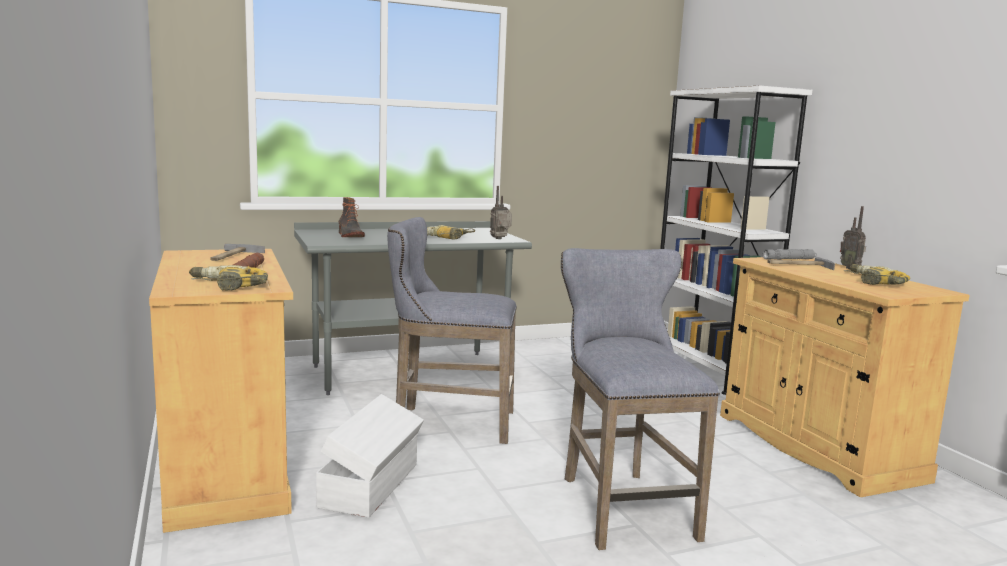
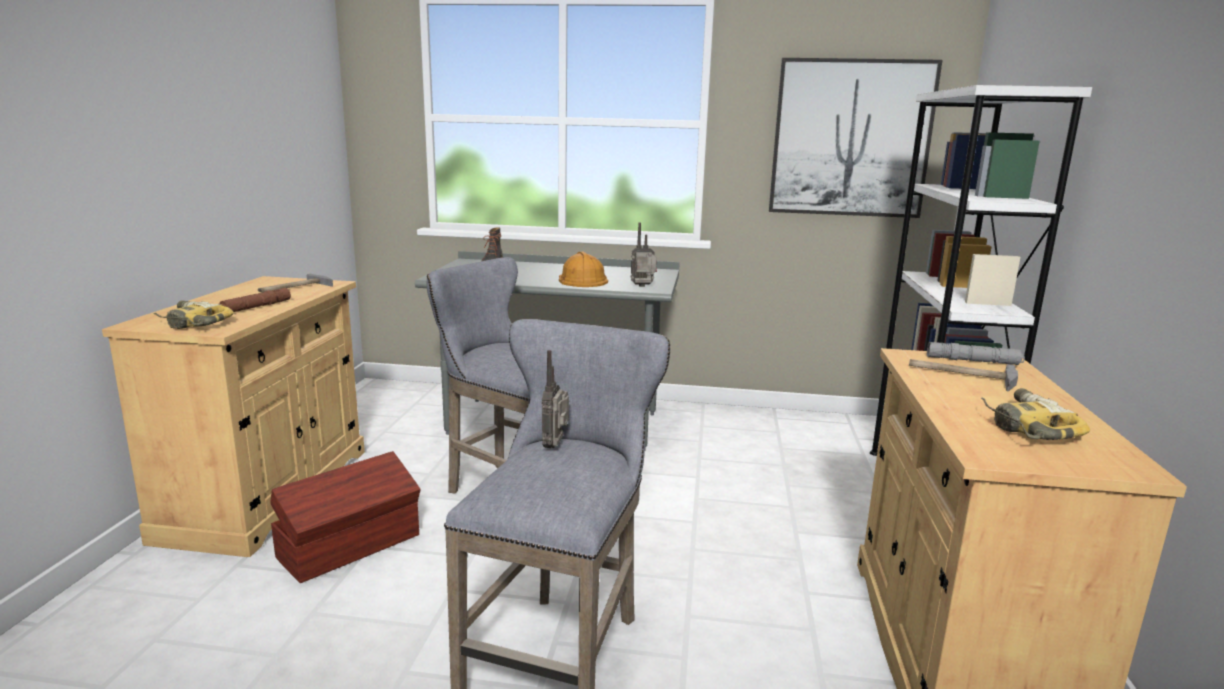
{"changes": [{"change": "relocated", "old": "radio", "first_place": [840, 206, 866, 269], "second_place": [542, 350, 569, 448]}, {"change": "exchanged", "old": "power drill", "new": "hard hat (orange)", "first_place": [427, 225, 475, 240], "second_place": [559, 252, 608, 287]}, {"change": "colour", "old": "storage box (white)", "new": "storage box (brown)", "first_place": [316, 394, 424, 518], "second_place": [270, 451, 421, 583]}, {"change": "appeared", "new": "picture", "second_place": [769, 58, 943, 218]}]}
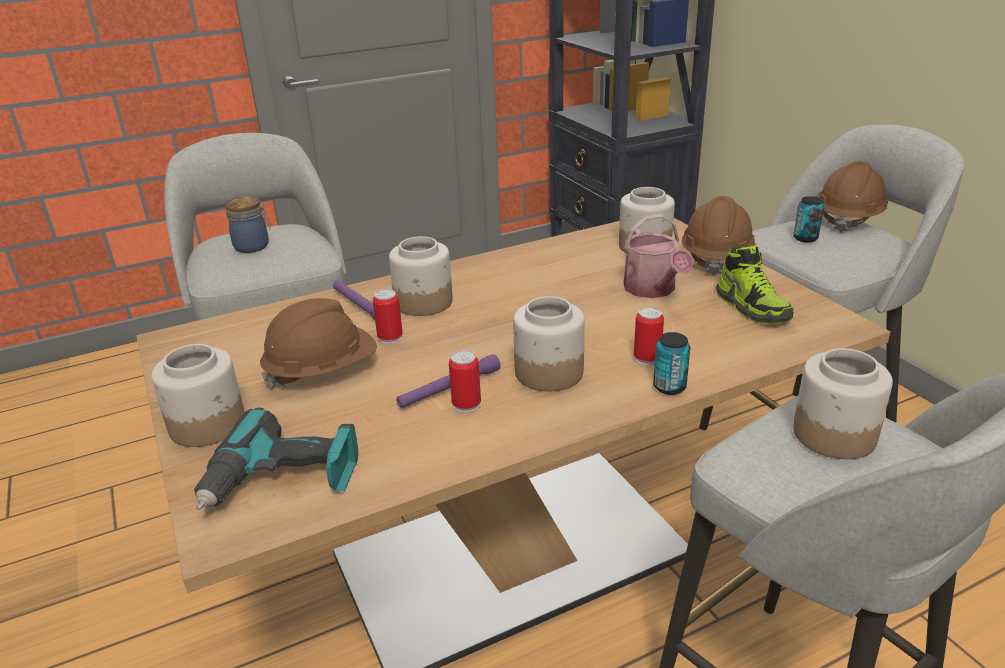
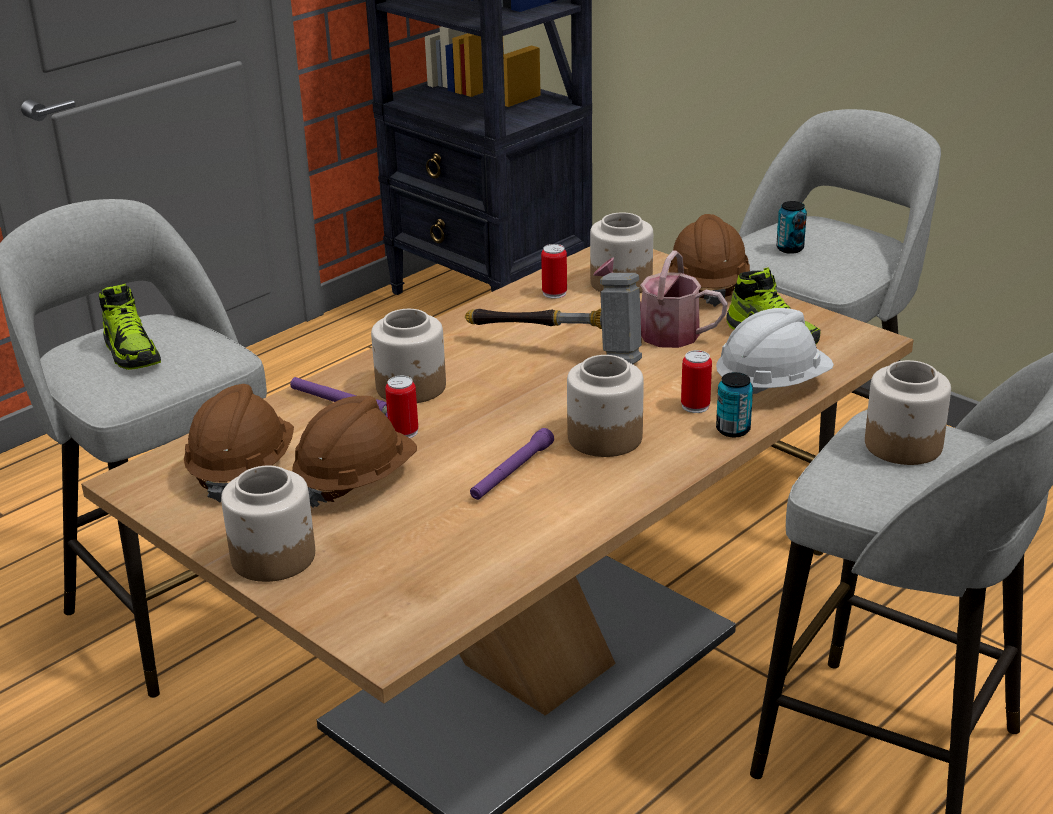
{"changes": [{"change": "relocated", "old": "hard hat (brown)", "first_place": [818, 161, 888, 233], "second_place": [184, 384, 294, 502]}, {"change": "exchanged", "old": "jar", "new": "shoe", "first_place": [225, 196, 271, 253], "second_place": [99, 283, 161, 370]}, {"change": "spun", "old": "watering can", "first_place": [624, 214, 694, 298], "second_place": [593, 250, 728, 348], "degrees": 150}, {"change": "relocated", "old": "can", "first_place": [449, 350, 481, 413], "second_place": [541, 244, 567, 299]}, {"change": "missing", "old": "power drill", "first_place": [194, 407, 358, 510]}, {"change": "appeared", "new": "hammer", "second_place": [465, 273, 642, 364]}, {"change": "appeared", "new": "hard hat (white)", "second_place": [716, 308, 834, 394]}]}
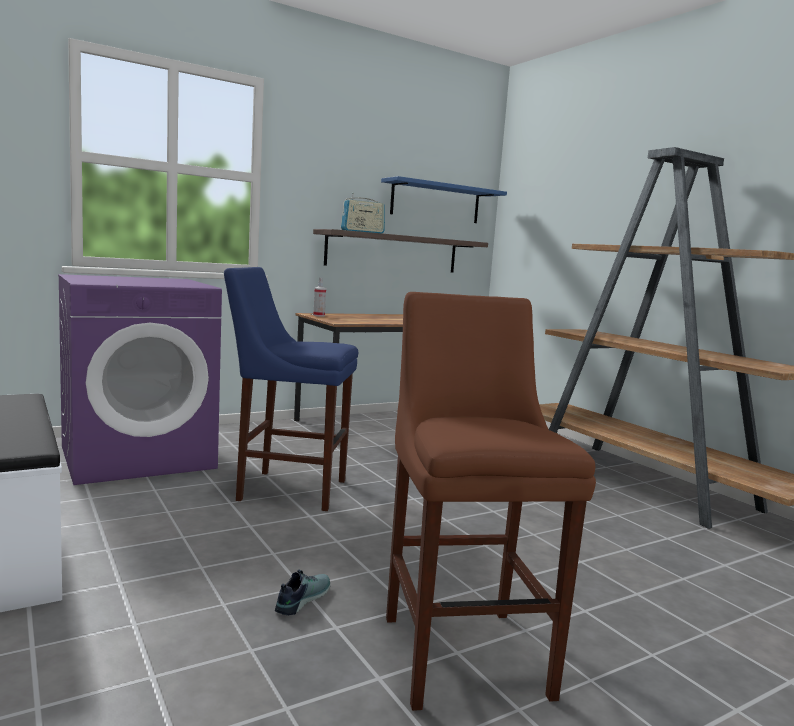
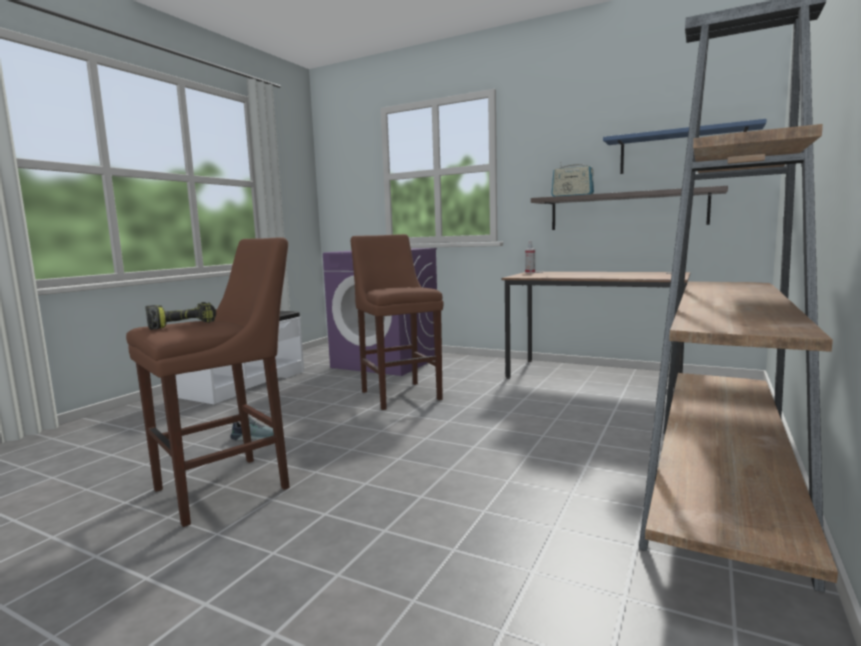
{"changes": [{"change": "colour", "old": "stool (blue)", "new": "stool (brown)", "first_place": [224, 267, 358, 511], "second_place": [351, 234, 444, 410]}, {"change": "appeared", "new": "power drill", "second_place": [145, 302, 216, 330]}]}
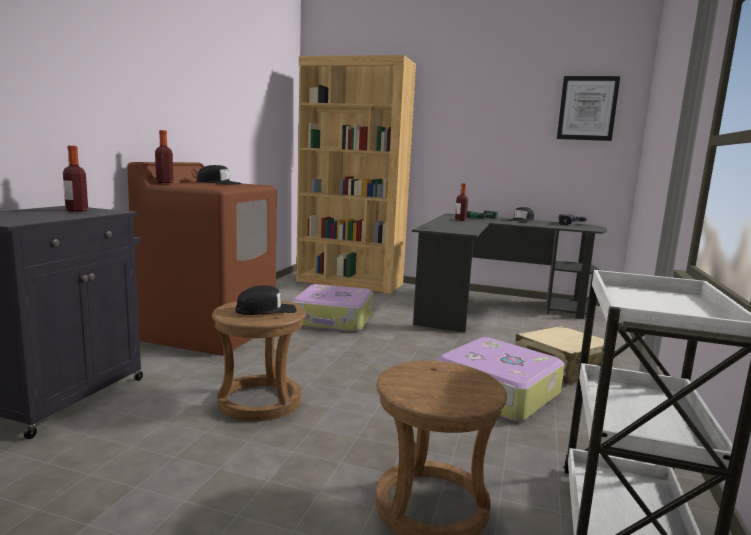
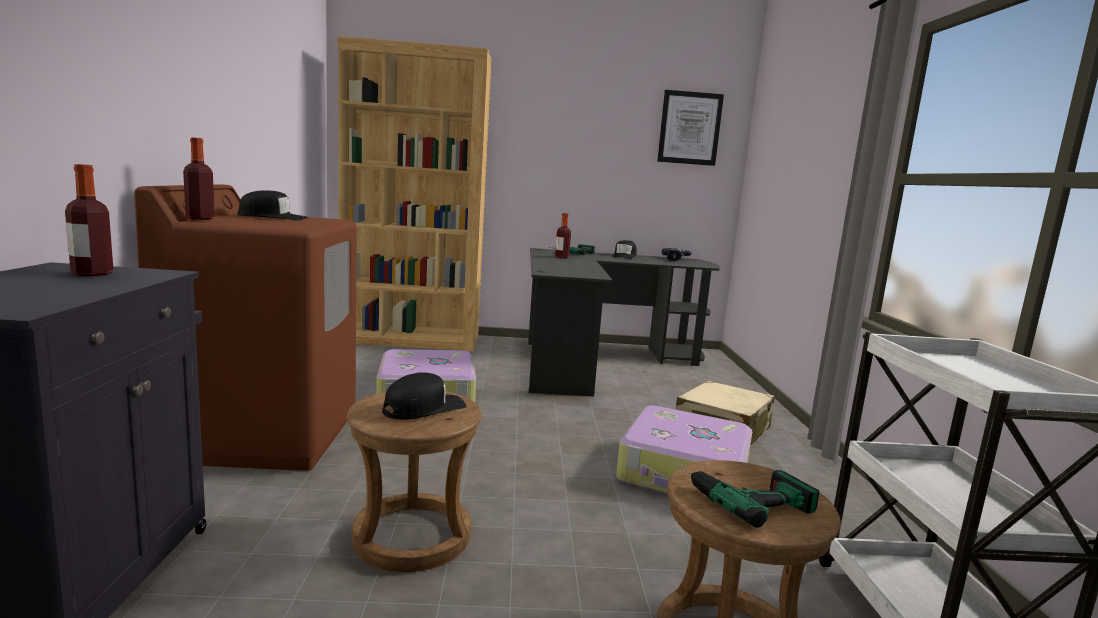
{"changes": [{"change": "appeared", "new": "power drill", "second_place": [679, 466, 820, 528]}]}
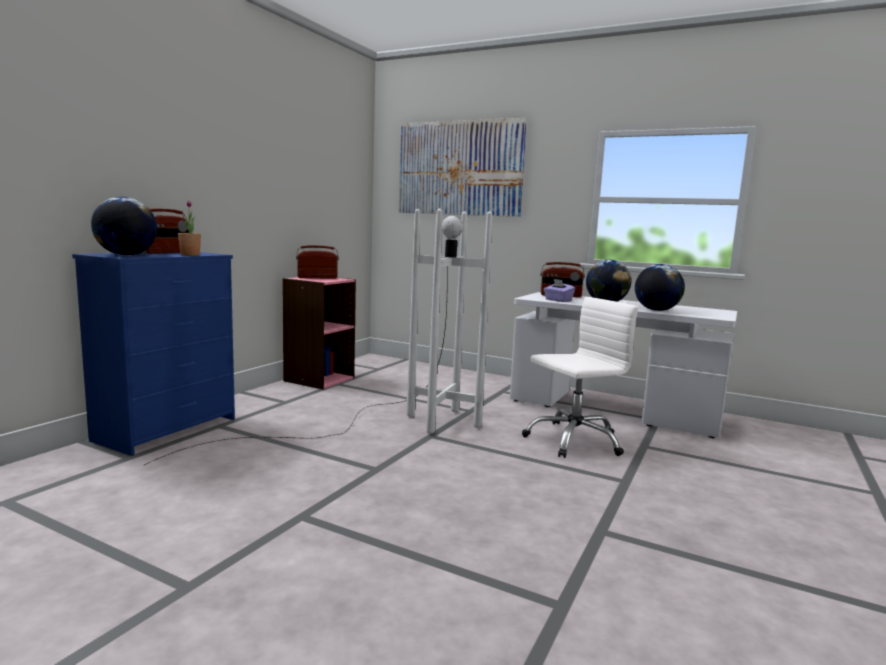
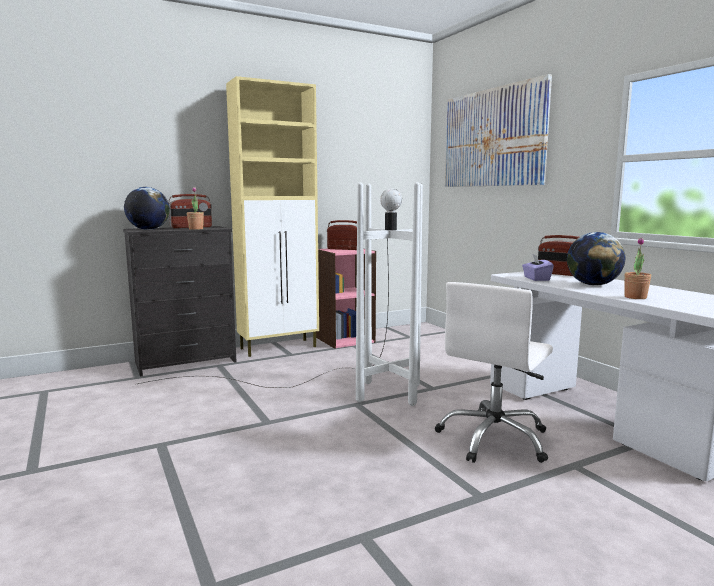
{"changes": [{"change": "colour", "old": "dresser (blue)", "new": "dresser (black)", "first_place": [72, 252, 235, 456], "second_place": [123, 226, 236, 377]}, {"change": "exchanged", "old": "globe", "new": "potted plant", "first_place": [635, 264, 685, 311], "second_place": [624, 237, 652, 299]}, {"change": "spun", "old": "office chair (white)", "first_place": [522, 297, 638, 458], "second_place": [435, 282, 553, 463], "degrees": 120}, {"change": "appeared", "new": "cabinet (beige)", "second_place": [226, 76, 319, 357]}]}
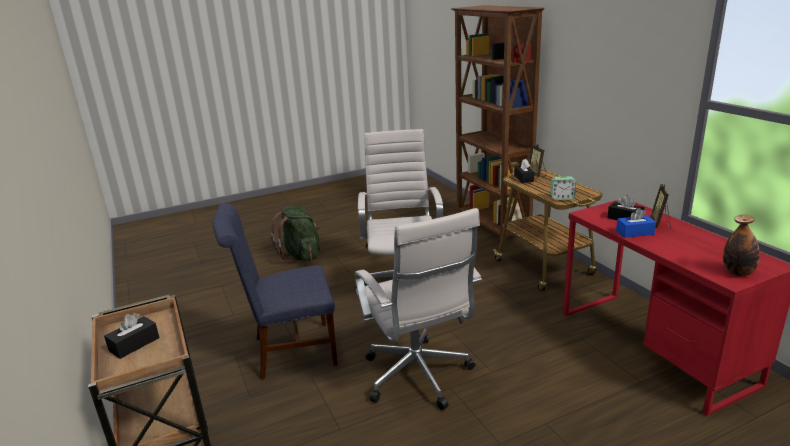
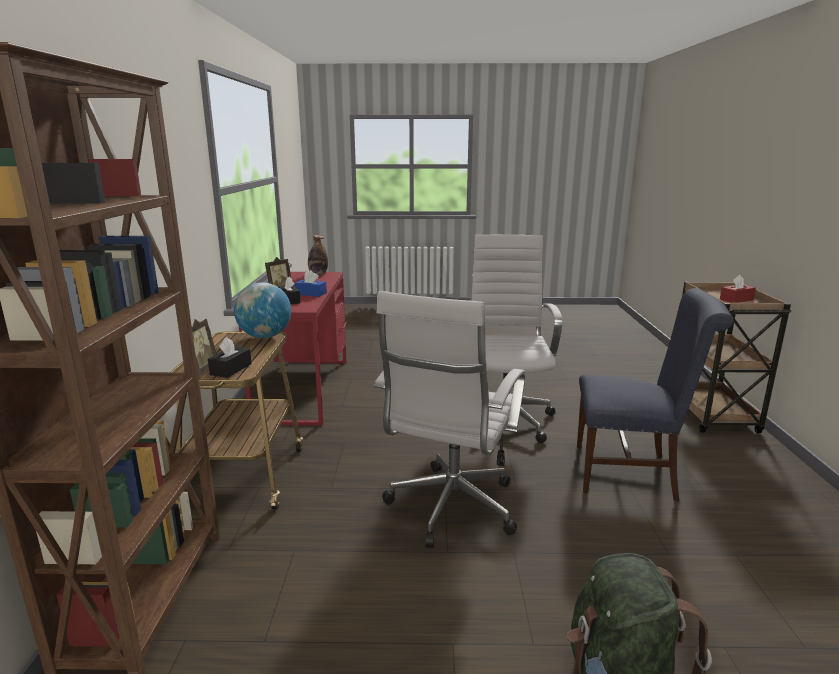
{"changes": [{"change": "exchanged", "old": "alarm clock", "new": "globe", "first_place": [550, 177, 576, 200], "second_place": [234, 282, 291, 338]}, {"change": "colour", "old": "tissue box (black)", "new": "tissue box (red)", "first_place": [104, 313, 159, 359], "second_place": [720, 275, 756, 303]}]}
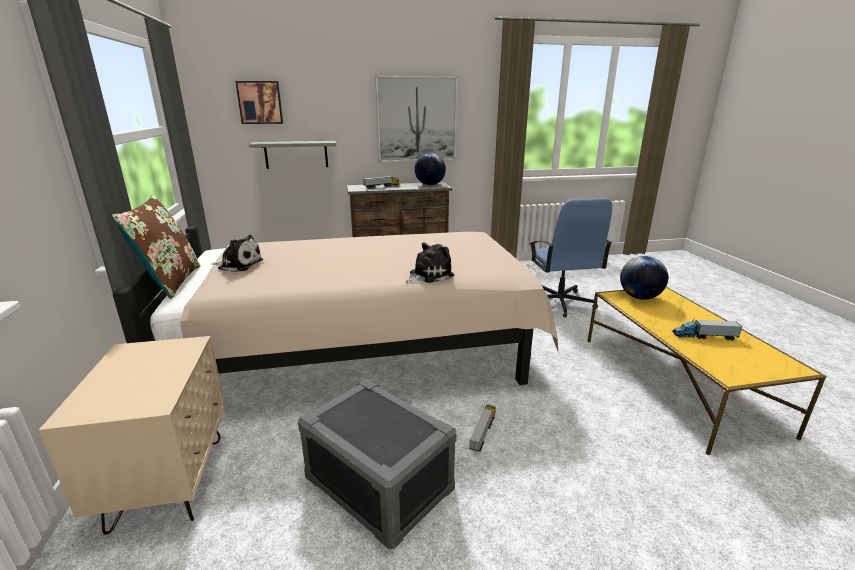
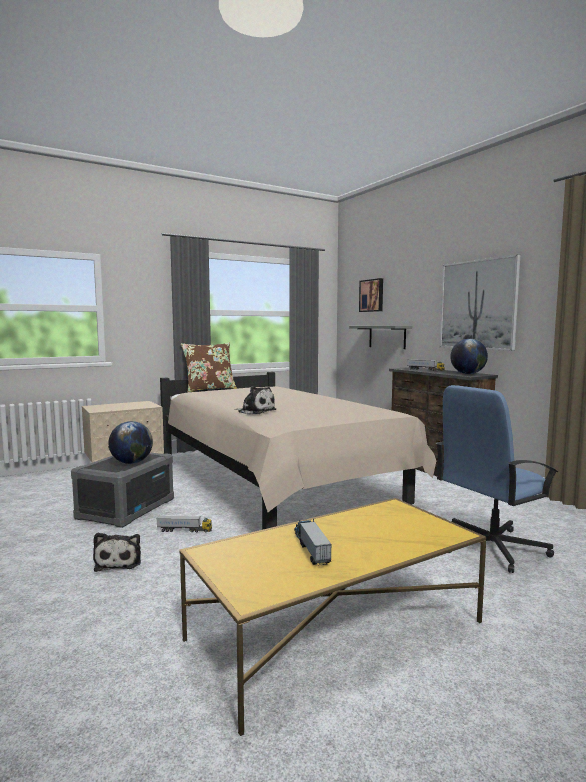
{"changes": [{"change": "relocated", "old": "plush toy", "first_place": [211, 235, 263, 272], "second_place": [93, 533, 141, 572]}, {"change": "relocated", "old": "globe", "first_place": [620, 256, 668, 300], "second_place": [108, 421, 153, 464]}]}
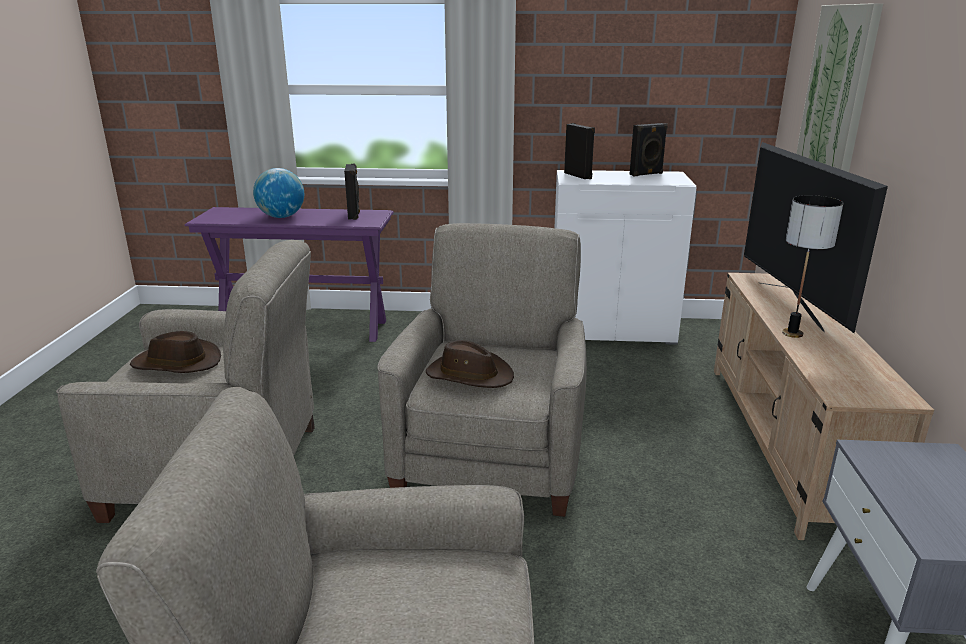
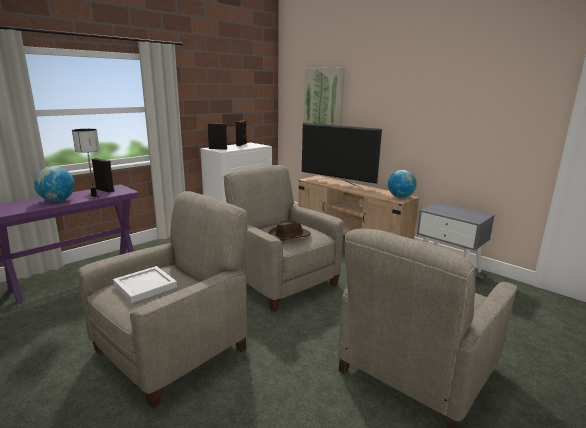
{"changes": [{"change": "relocated", "old": "table lamp", "first_place": [782, 195, 843, 338], "second_place": [72, 129, 100, 199]}, {"change": "exchanged", "old": "hat (brown)", "new": "tray (white)", "first_place": [130, 331, 221, 373], "second_place": [113, 266, 177, 303]}, {"change": "appeared", "new": "globe", "second_place": [388, 170, 417, 198]}]}
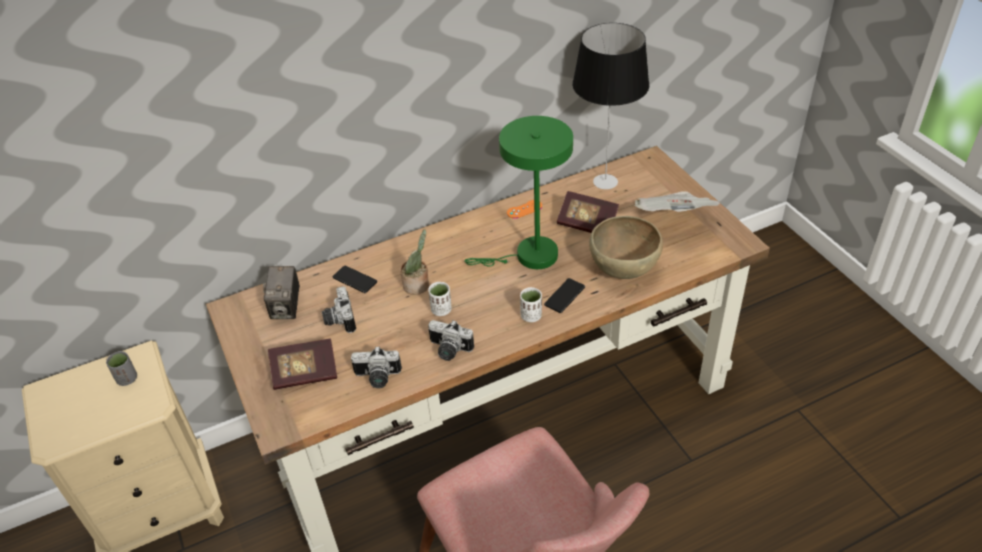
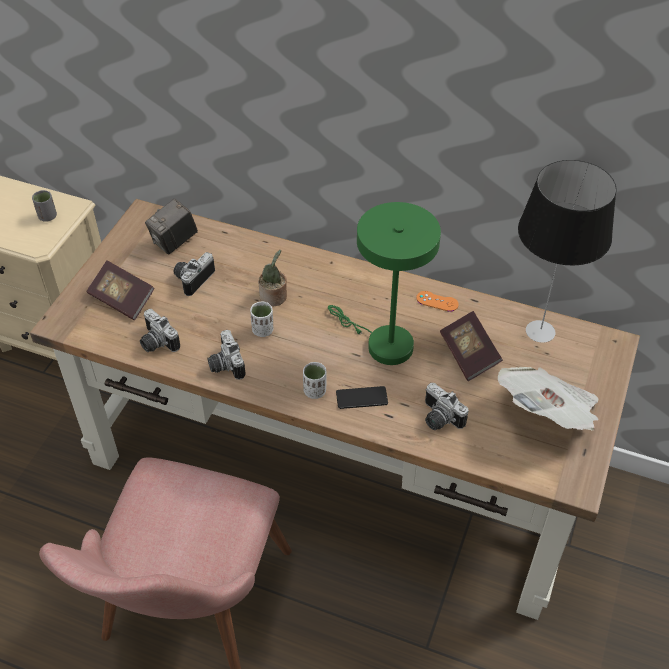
{"changes": [{"change": "exchanged", "old": "bowl (brown)", "new": "photo camera", "first_place": [589, 216, 663, 279], "second_place": [425, 383, 468, 430]}, {"change": "missing", "old": "phone", "first_place": [333, 266, 377, 293]}]}
